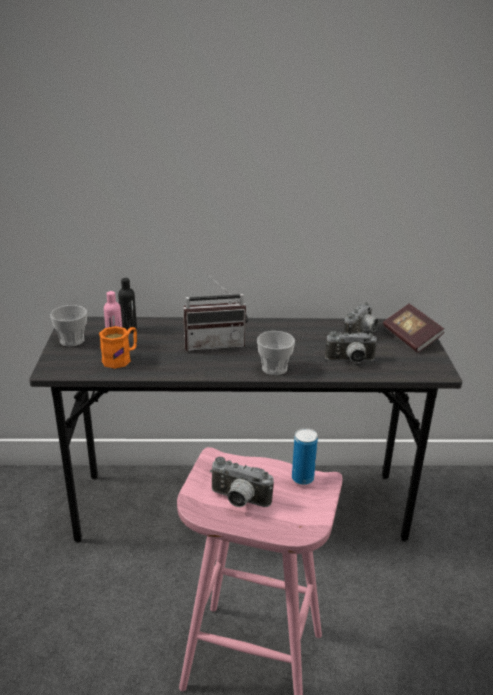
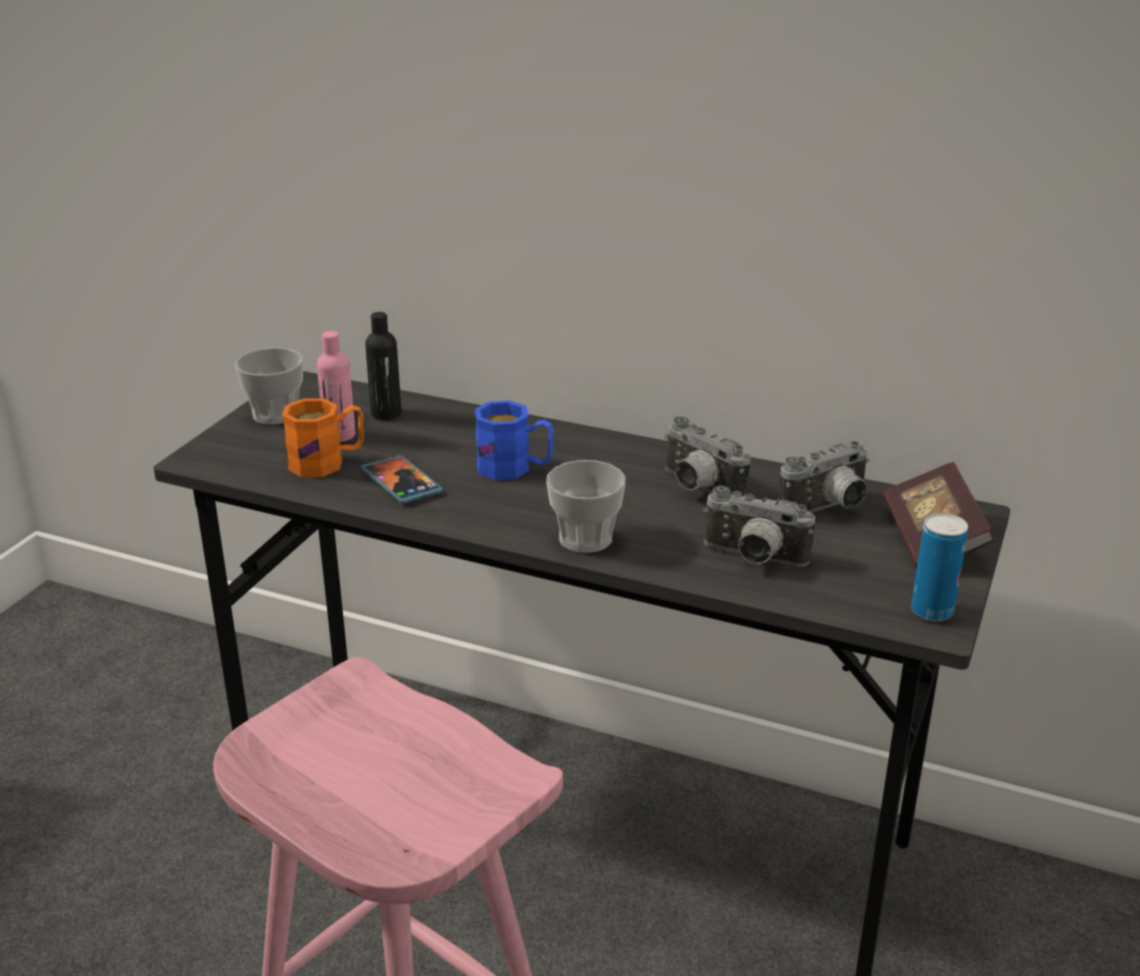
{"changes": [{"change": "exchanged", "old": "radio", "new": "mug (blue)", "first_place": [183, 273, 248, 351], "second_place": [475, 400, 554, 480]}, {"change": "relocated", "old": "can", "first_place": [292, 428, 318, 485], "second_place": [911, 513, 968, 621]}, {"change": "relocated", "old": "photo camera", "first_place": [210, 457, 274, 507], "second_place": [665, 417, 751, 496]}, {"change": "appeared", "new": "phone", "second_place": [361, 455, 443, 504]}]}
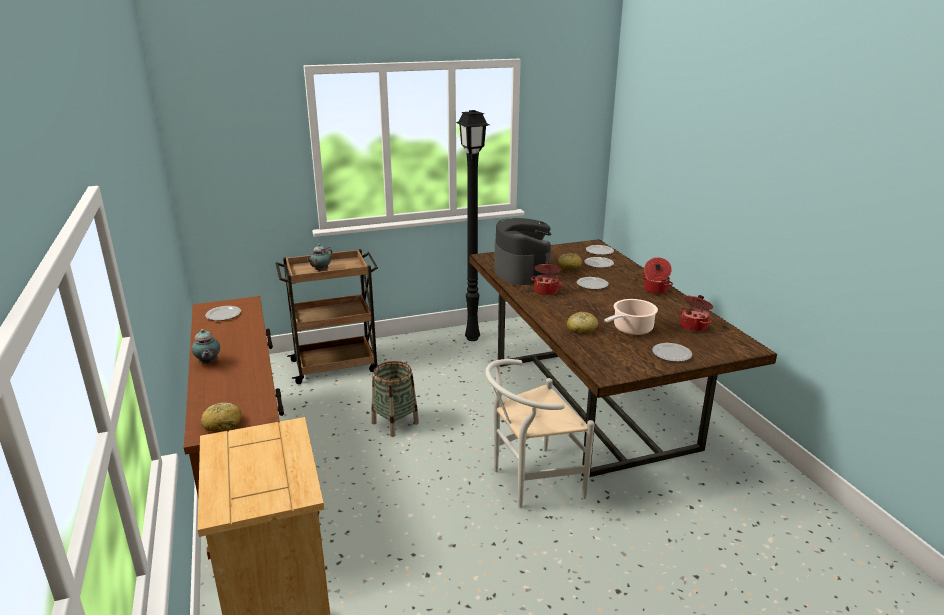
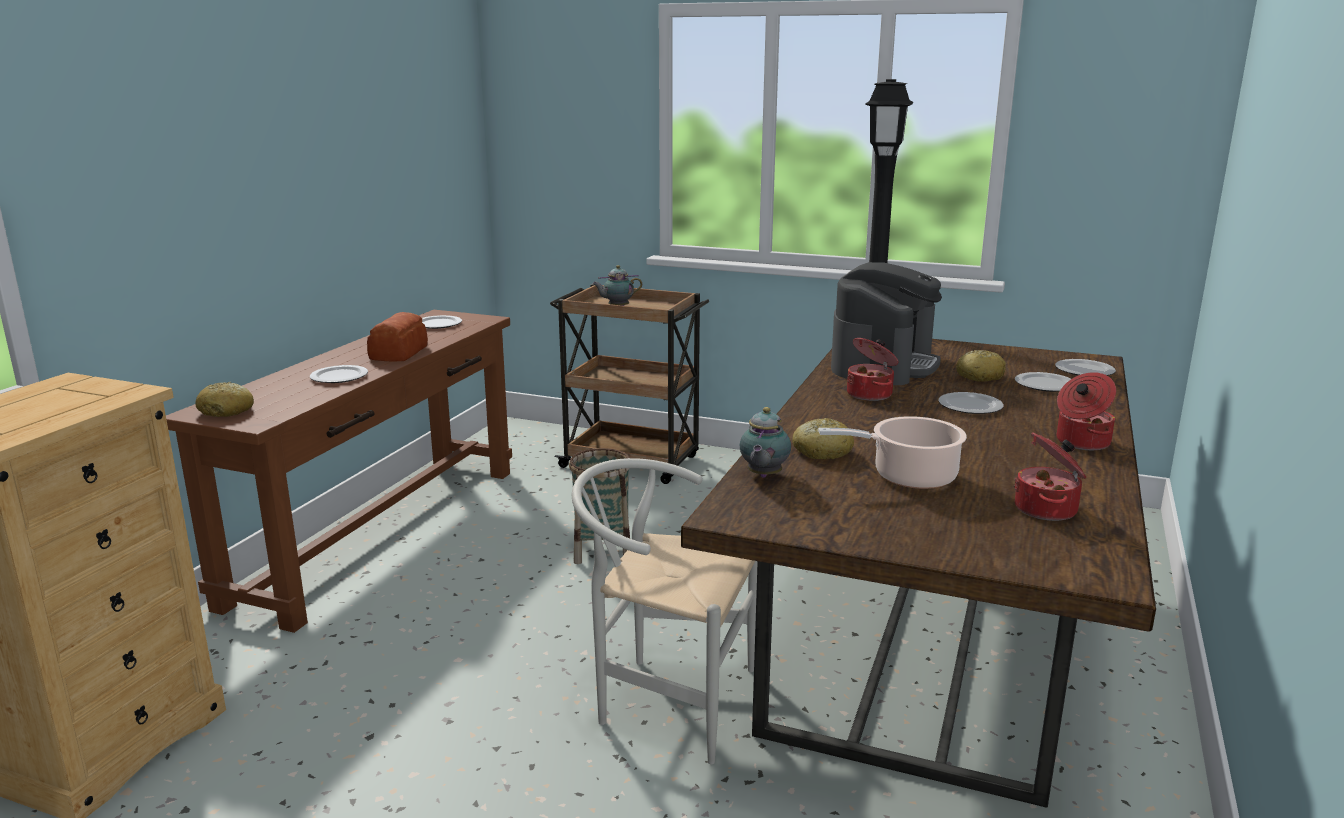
{"changes": [{"change": "relocated", "old": "teapot", "first_place": [192, 329, 220, 364], "second_place": [740, 407, 791, 478]}, {"change": "relocated", "old": "plate", "first_place": [652, 343, 692, 362], "second_place": [310, 365, 368, 383]}, {"change": "appeared", "new": "bread", "second_place": [367, 312, 428, 361]}]}
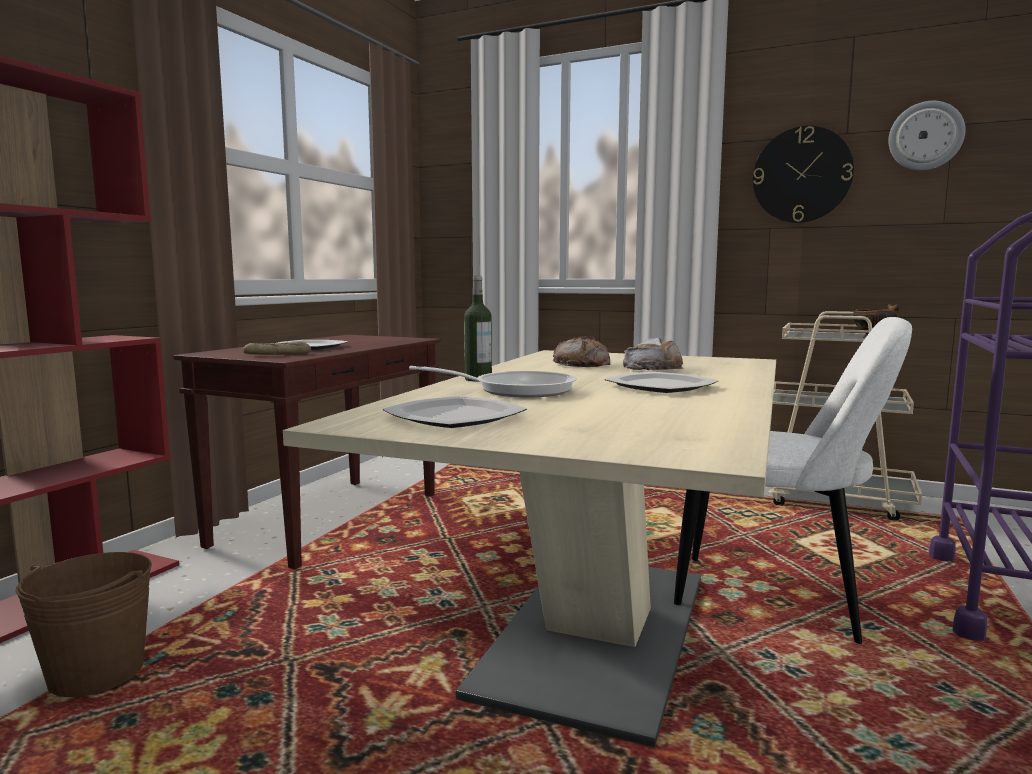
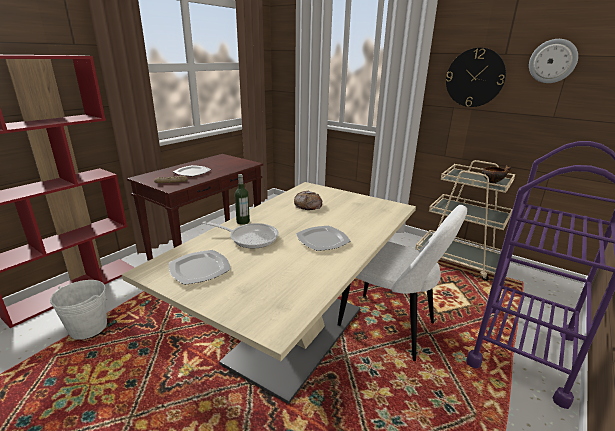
{"changes": [{"change": "missing", "old": "bread", "first_place": [623, 337, 684, 370]}, {"change": "colour", "old": "bucket (brown)", "new": "bucket (white)", "first_place": [16, 552, 152, 697], "second_place": [50, 280, 107, 340]}]}
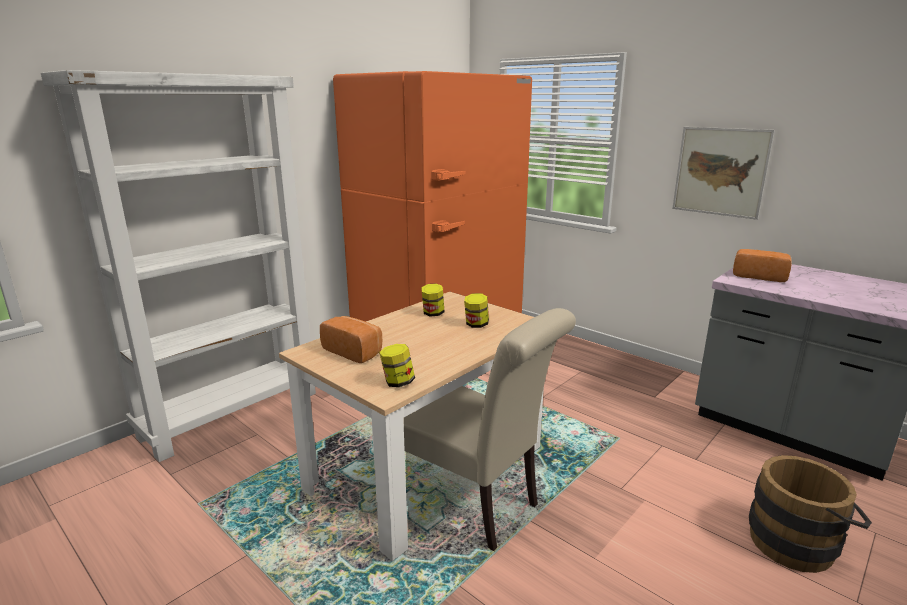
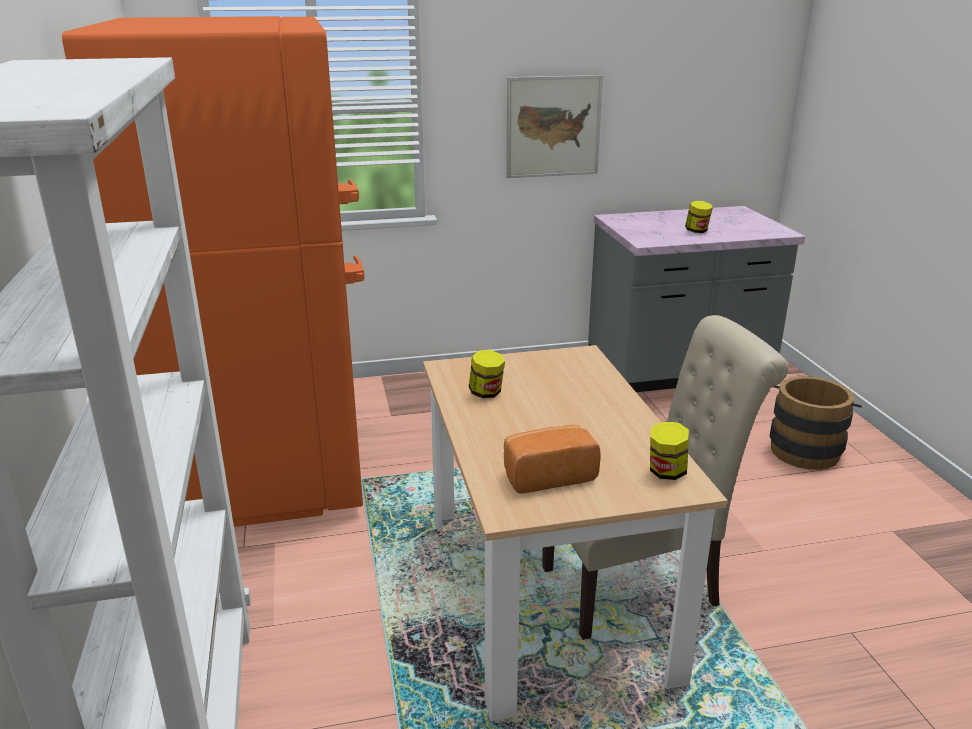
{"changes": [{"change": "missing", "old": "bread", "first_place": [733, 249, 792, 282]}, {"change": "relocated", "old": "jar", "first_place": [464, 293, 489, 328], "second_place": [685, 201, 713, 233]}]}
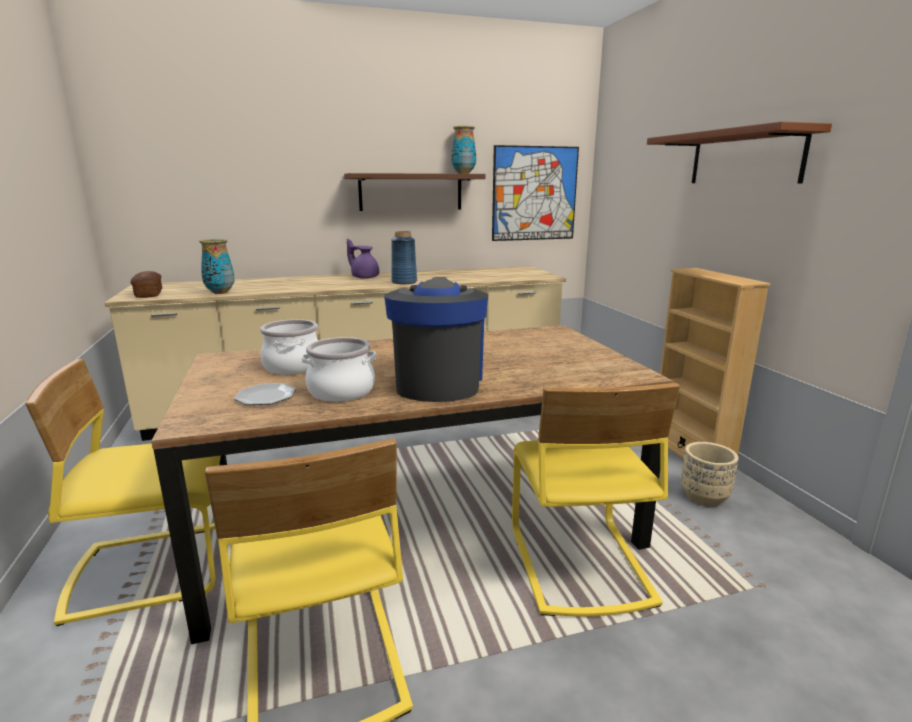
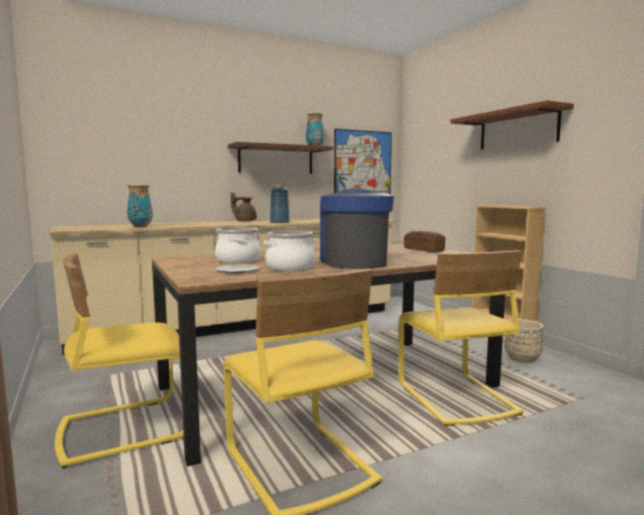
{"changes": [{"change": "colour", "old": "teapot (purple)", "new": "teapot (brown)", "first_place": [347, 239, 379, 279], "second_place": [231, 192, 257, 222]}, {"change": "relocated", "old": "bread", "first_place": [131, 271, 162, 298], "second_place": [404, 231, 446, 252]}]}
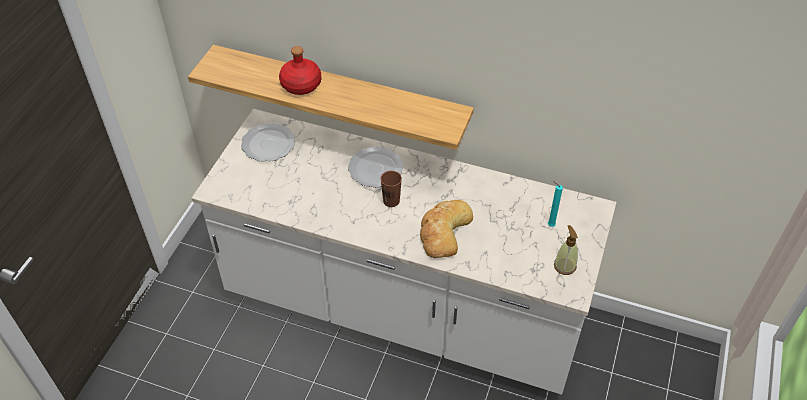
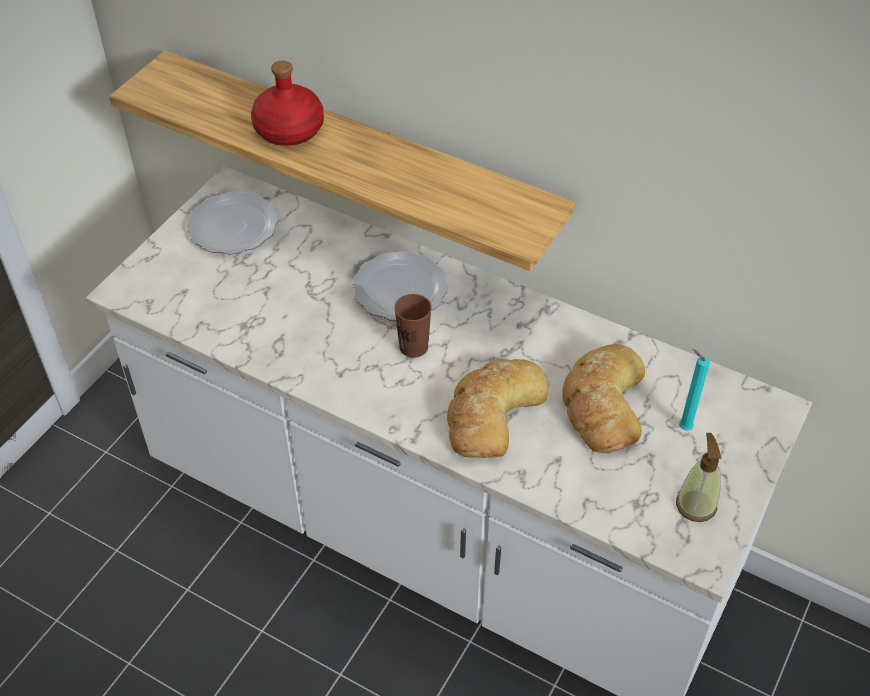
{"changes": [{"change": "appeared", "new": "bread", "second_place": [562, 344, 645, 453]}]}
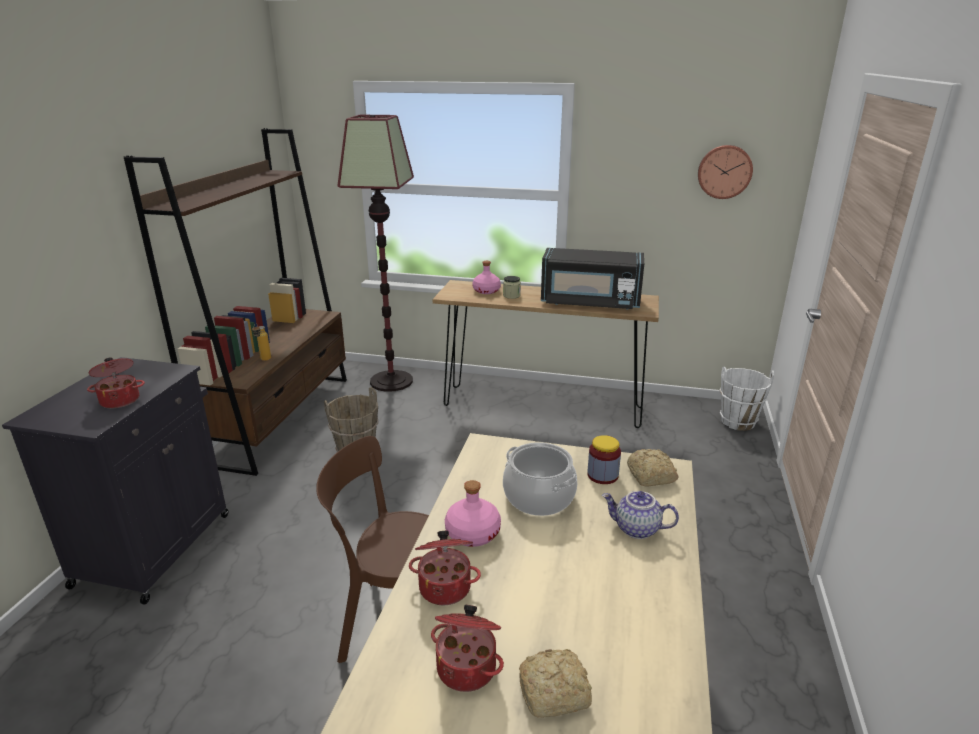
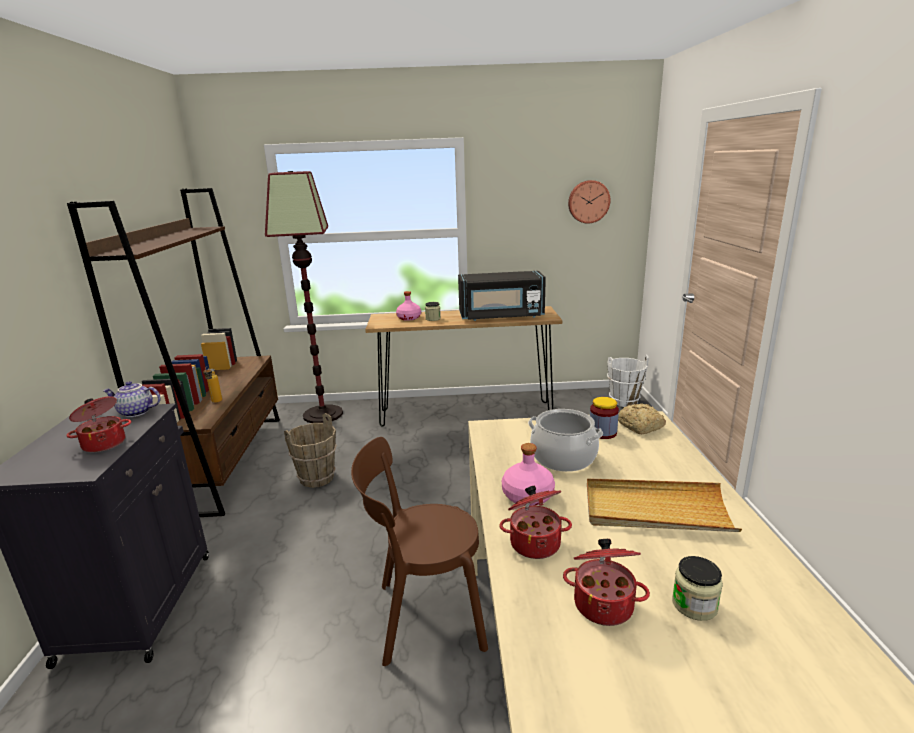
{"changes": [{"change": "relocated", "old": "teapot", "first_place": [602, 491, 679, 539], "second_place": [103, 381, 161, 417]}, {"change": "exchanged", "old": "bread", "new": "jar", "first_place": [519, 649, 592, 718], "second_place": [672, 556, 723, 621]}, {"change": "appeared", "new": "tray (beige)", "second_place": [587, 478, 742, 532]}]}
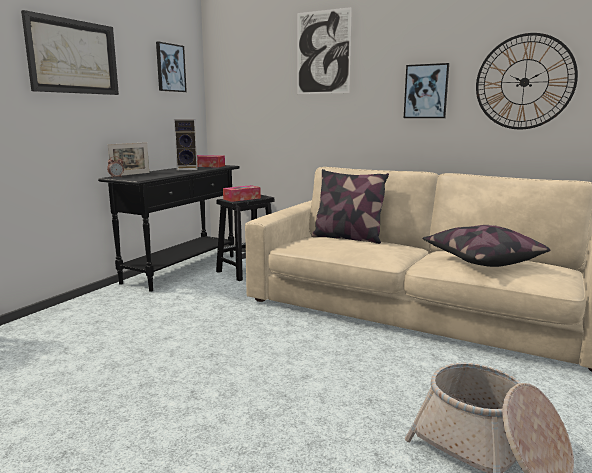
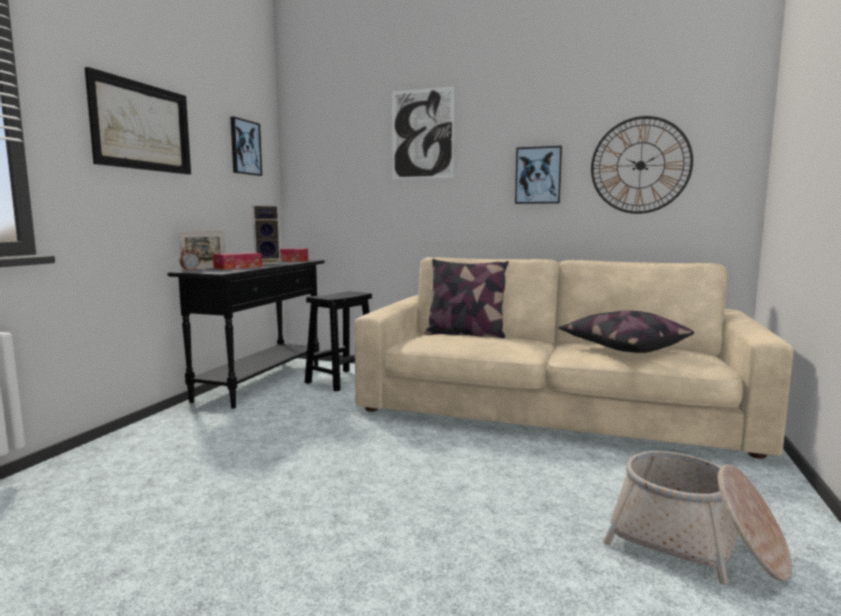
{"changes": [{"change": "relocated", "old": "tissue box", "first_place": [223, 185, 261, 202], "second_place": [213, 252, 262, 270]}]}
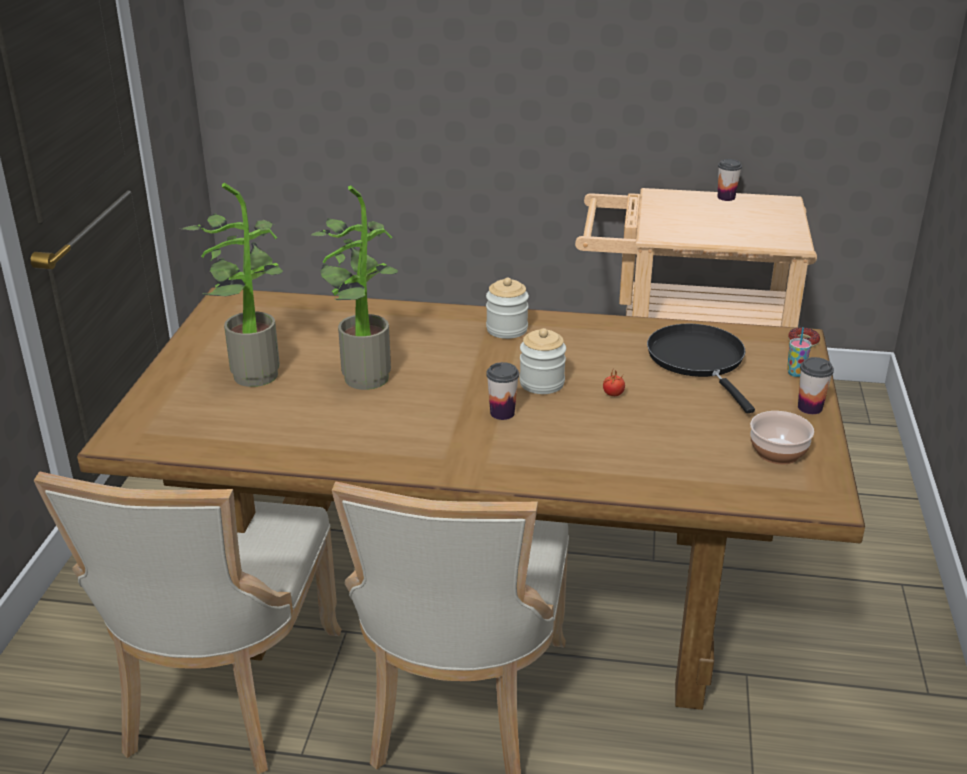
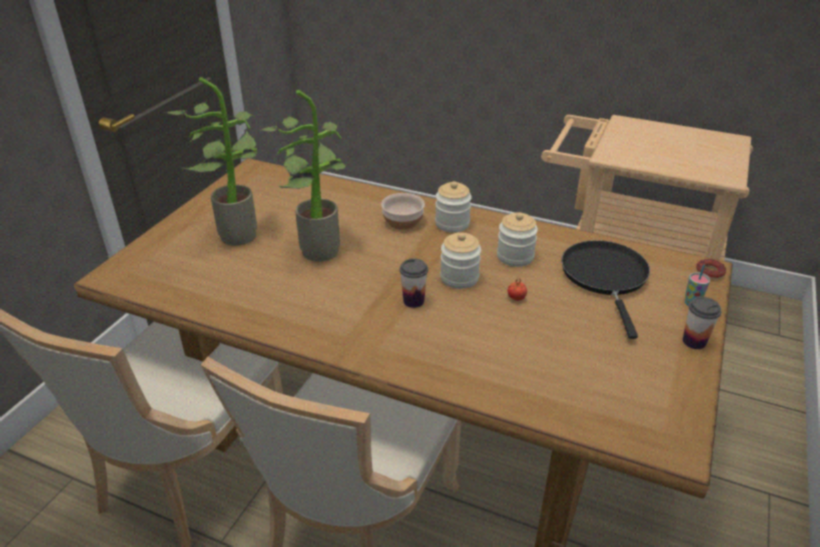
{"changes": [{"change": "missing", "old": "cup", "first_place": [718, 159, 742, 201]}, {"change": "relocated", "old": "bowl", "first_place": [750, 411, 814, 464], "second_place": [381, 193, 425, 230]}, {"change": "appeared", "new": "jar", "second_place": [497, 212, 538, 267]}]}
